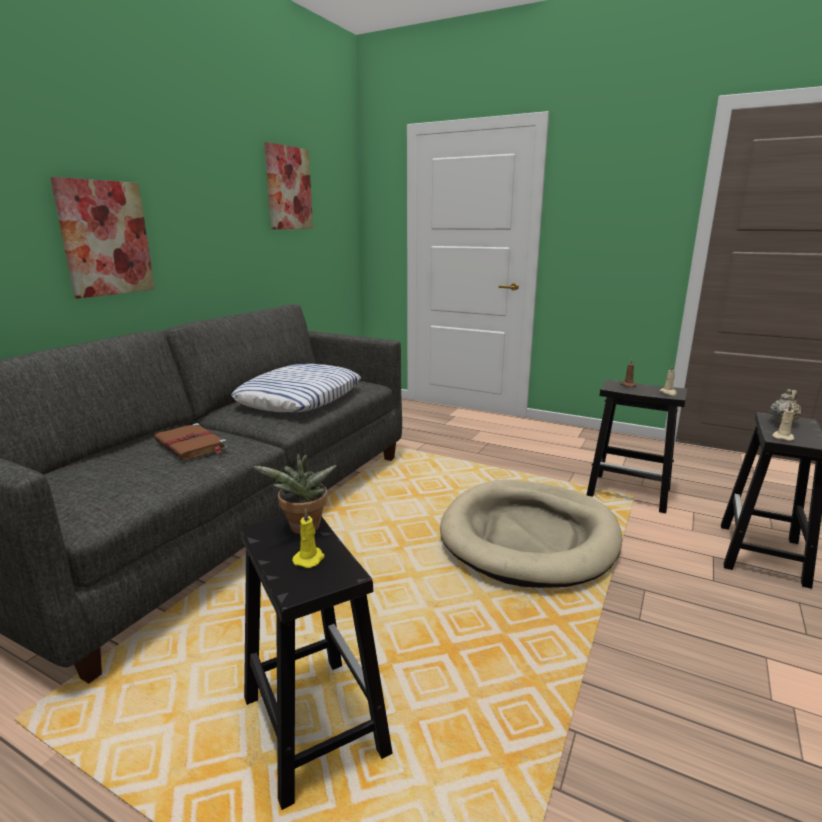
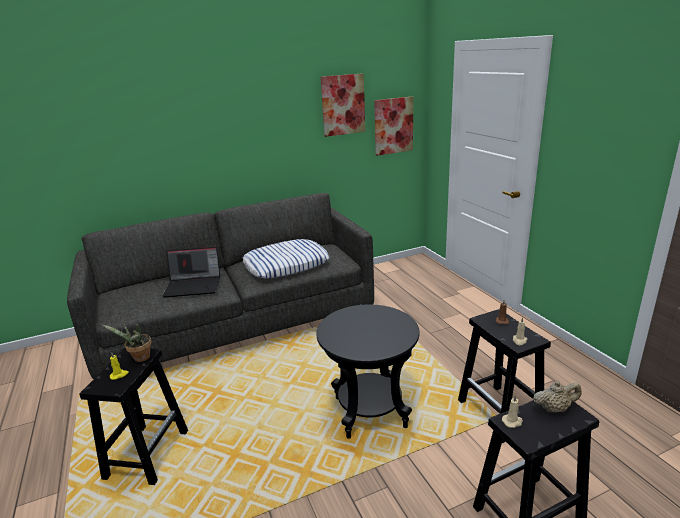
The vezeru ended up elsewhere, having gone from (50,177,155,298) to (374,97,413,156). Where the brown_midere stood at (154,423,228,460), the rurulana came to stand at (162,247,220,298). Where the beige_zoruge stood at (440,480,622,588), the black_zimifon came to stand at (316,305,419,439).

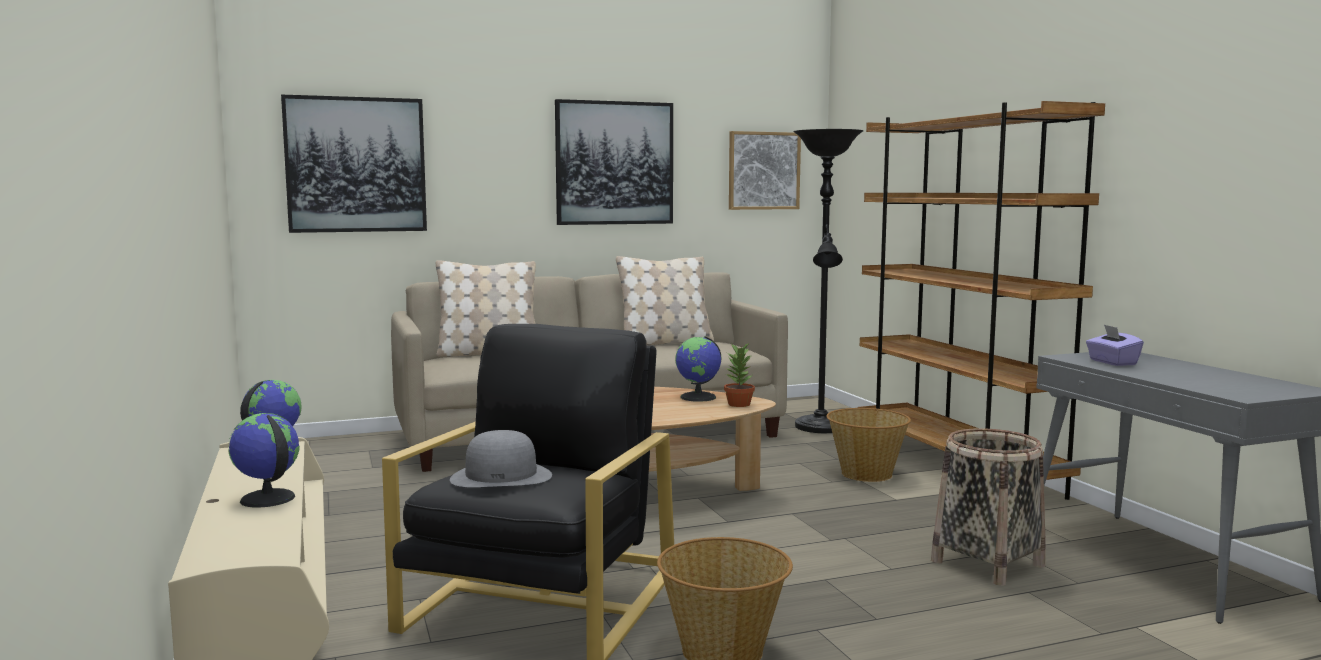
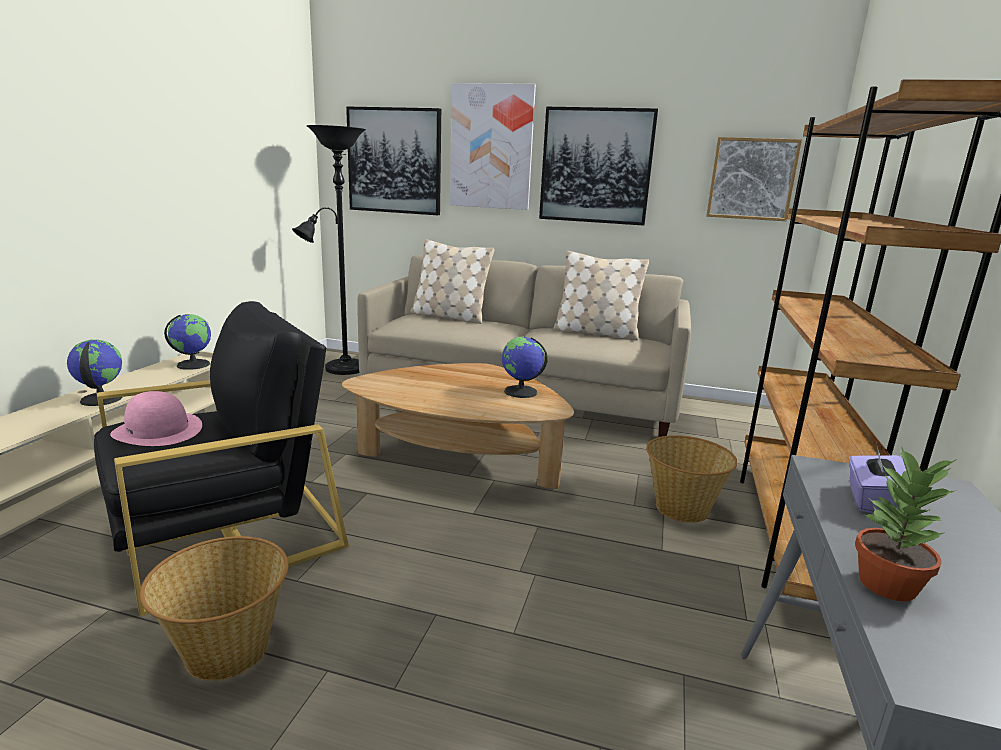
What was the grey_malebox at (450,430,552,487) turned into the pink_malebox at (110,391,202,446). The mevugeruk ended up elsewhere, having gone from (724,342,755,407) to (855,448,957,602). The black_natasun ended up elsewhere, having gone from (793,129,863,433) to (292,125,366,375). The second view lost the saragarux at (931,428,1046,586). The second view gained the vezeru at (450,83,536,210).

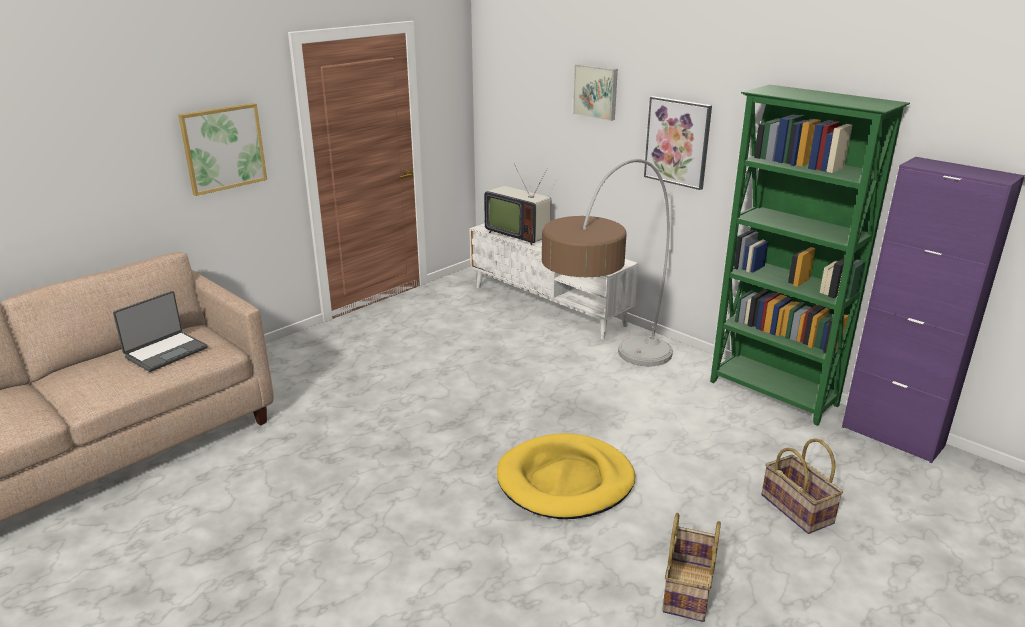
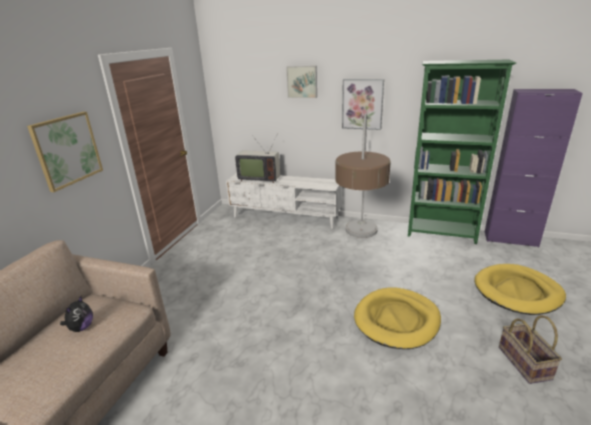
Where the rurulana stood at (113,291,208,372), the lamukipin came to stand at (60,296,93,332). Where the saragarux stood at (761,438,843,534), the yellow_zoruge came to stand at (475,264,566,315).

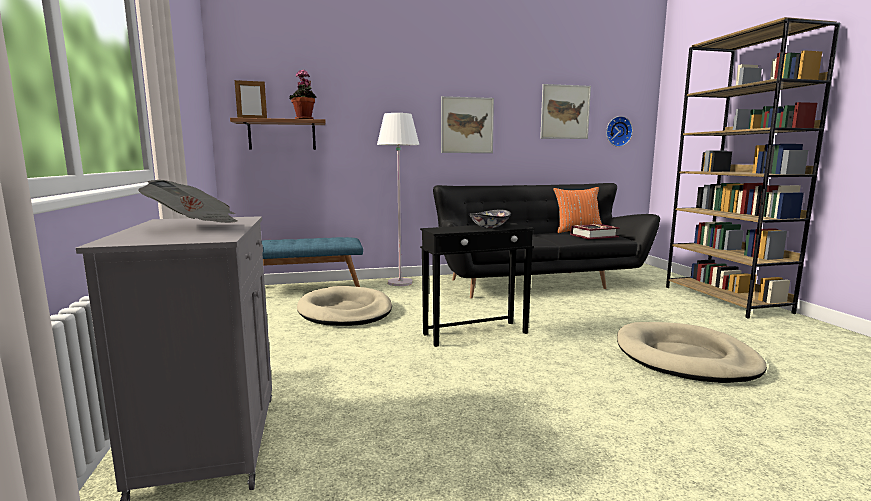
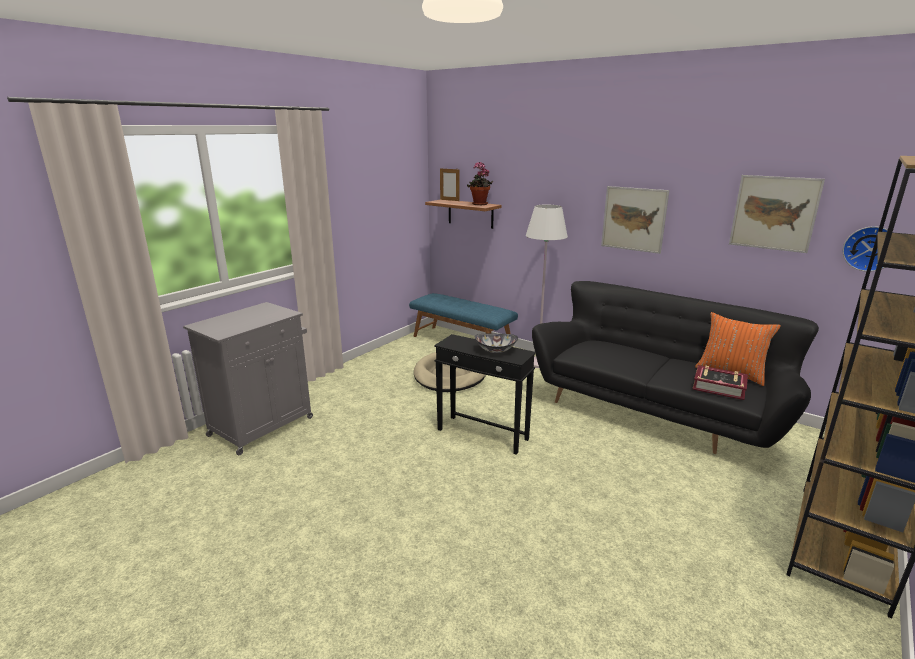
The second view lost the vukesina at (138,180,238,223). The second view lost the beige_zoruge at (617,322,767,383).

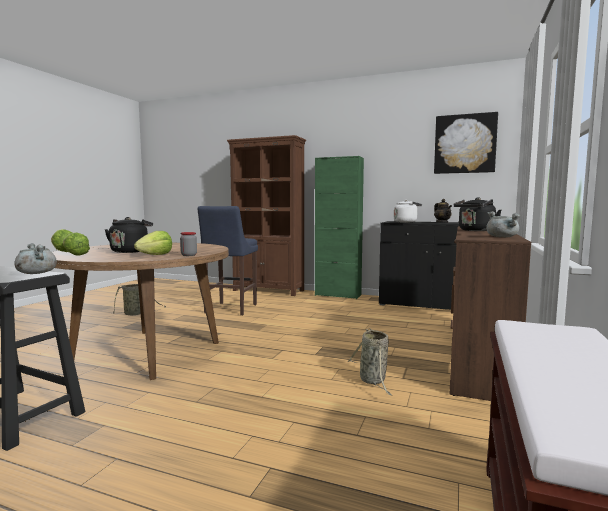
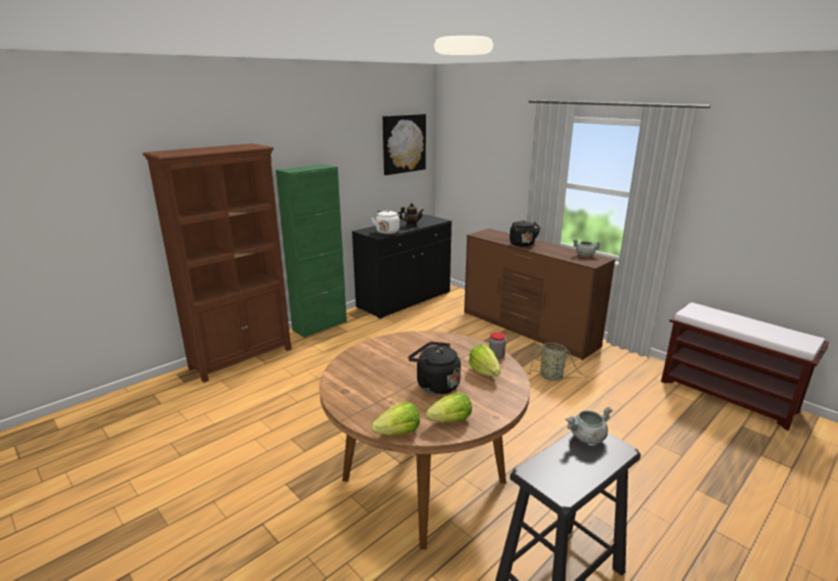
The second view lost the saragarux at (113,284,166,315). The second view lost the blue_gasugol at (198,206,258,315).

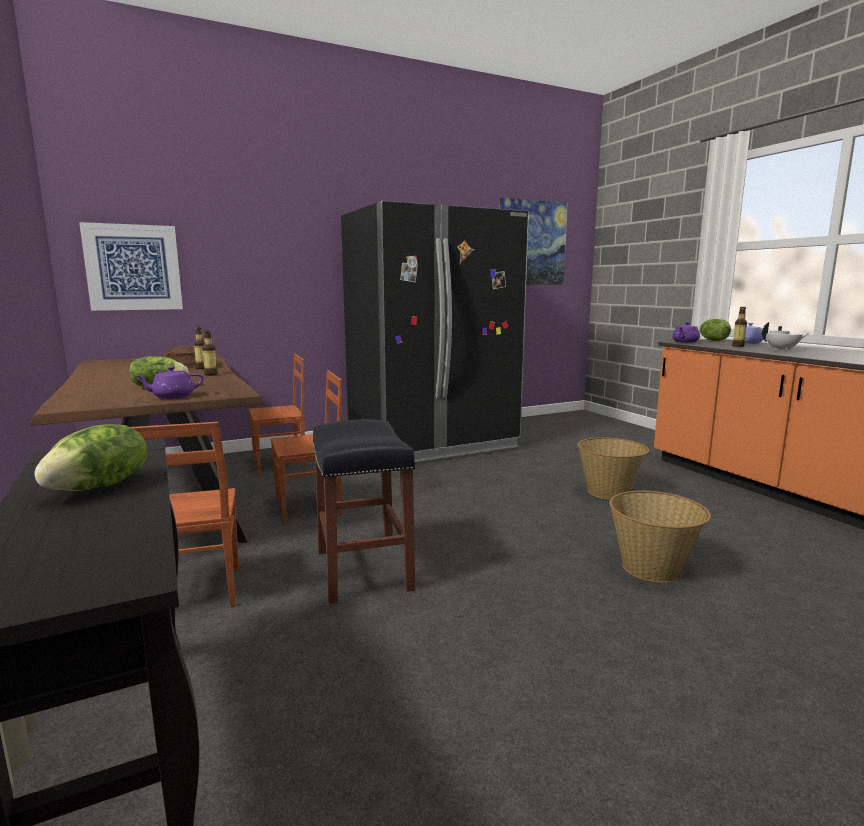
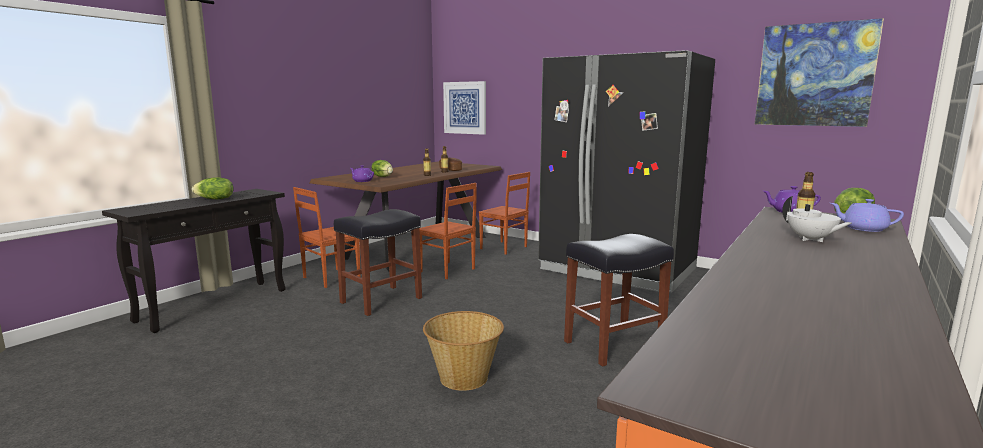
Where the saragarux stood at (577,437,649,500), the black_gasugol came to stand at (564,234,674,367).

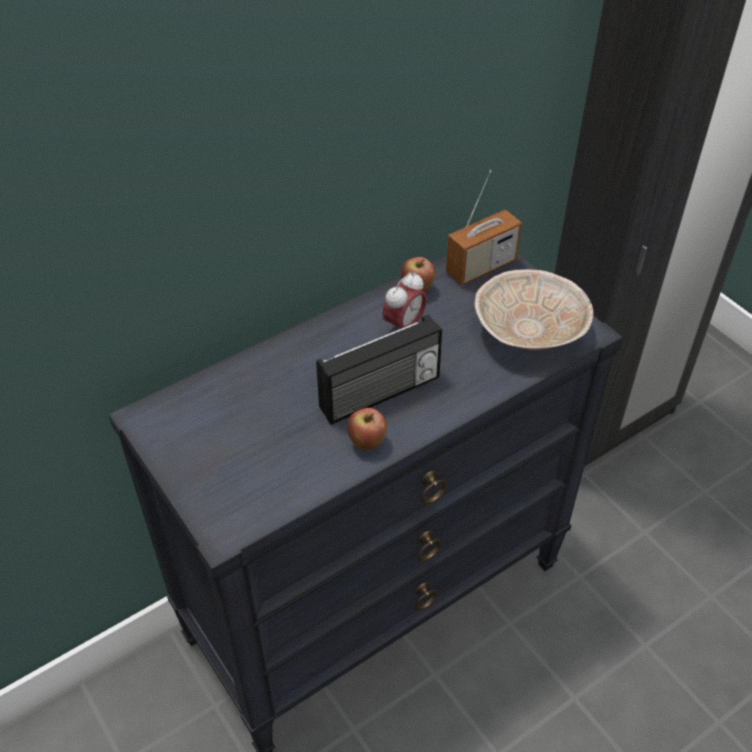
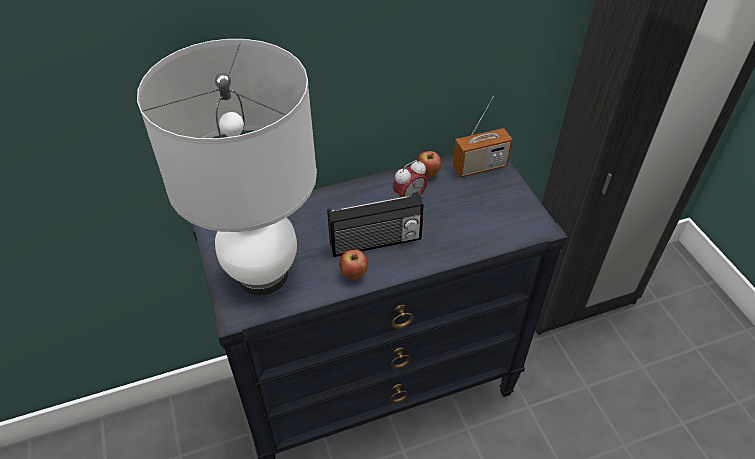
The second view lost the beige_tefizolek at (475,269,593,350). The second view gained the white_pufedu at (137,39,317,295).

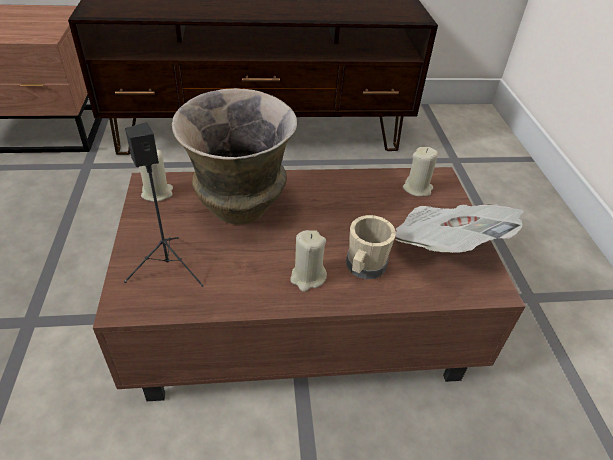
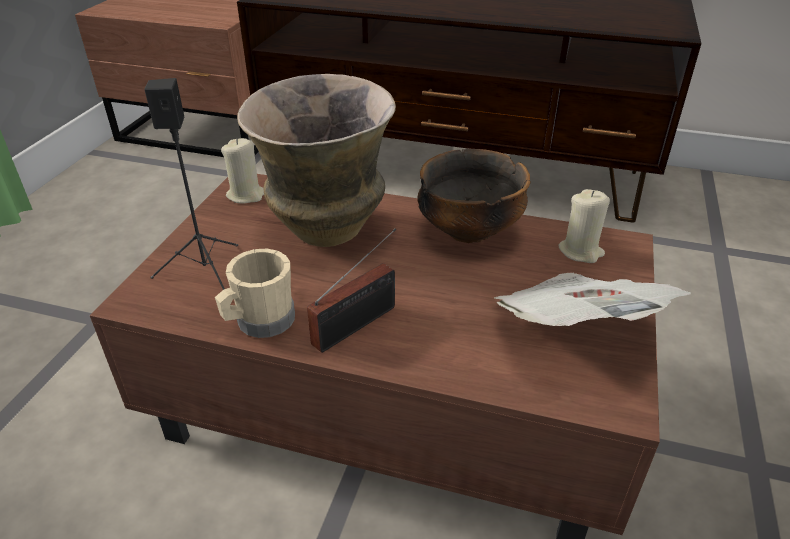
Where the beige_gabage stood at (290,230,327,292), the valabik came to stand at (307,229,396,353). The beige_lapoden ended up elsewhere, having gone from (346,215,396,279) to (215,249,295,338). The second view gained the tefizolek at (417,149,531,243).

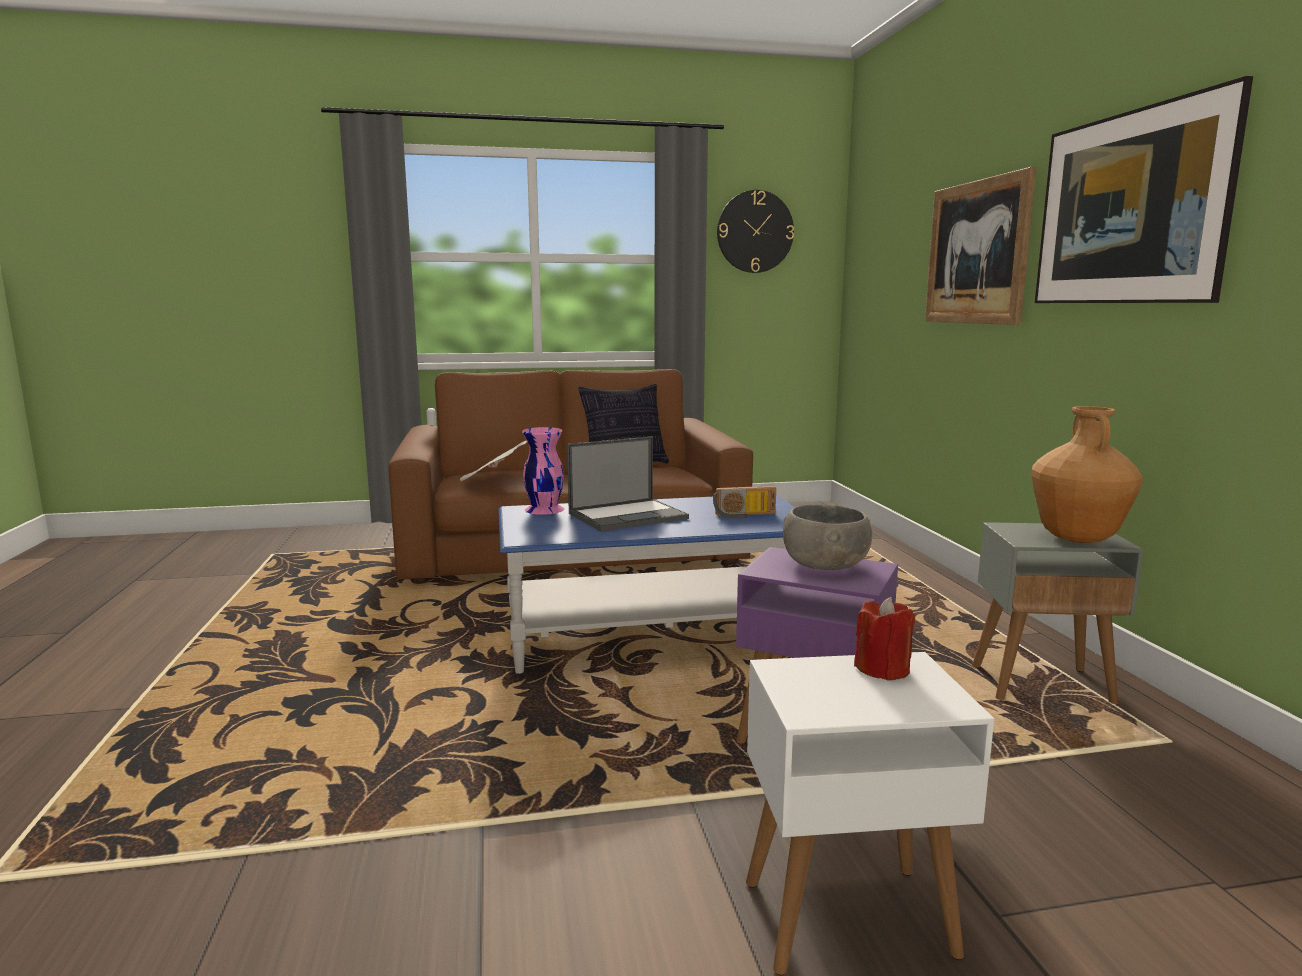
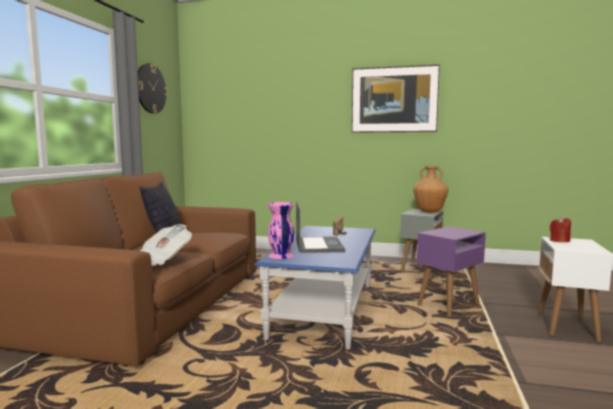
The second view lost the grey_tefizolek at (783,504,872,570). The second view lost the vezeru at (925,167,1036,325).

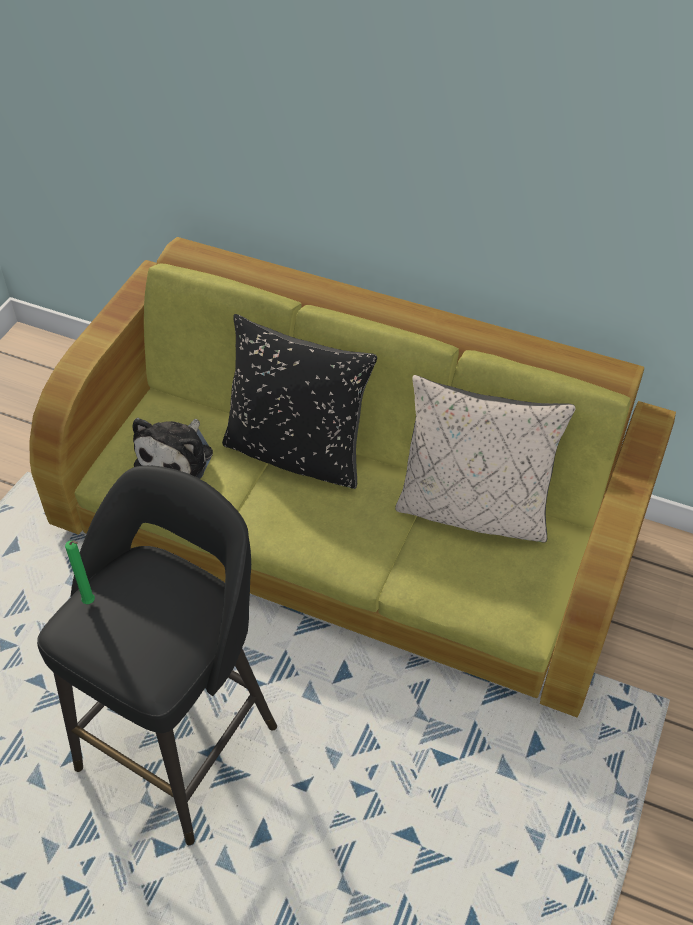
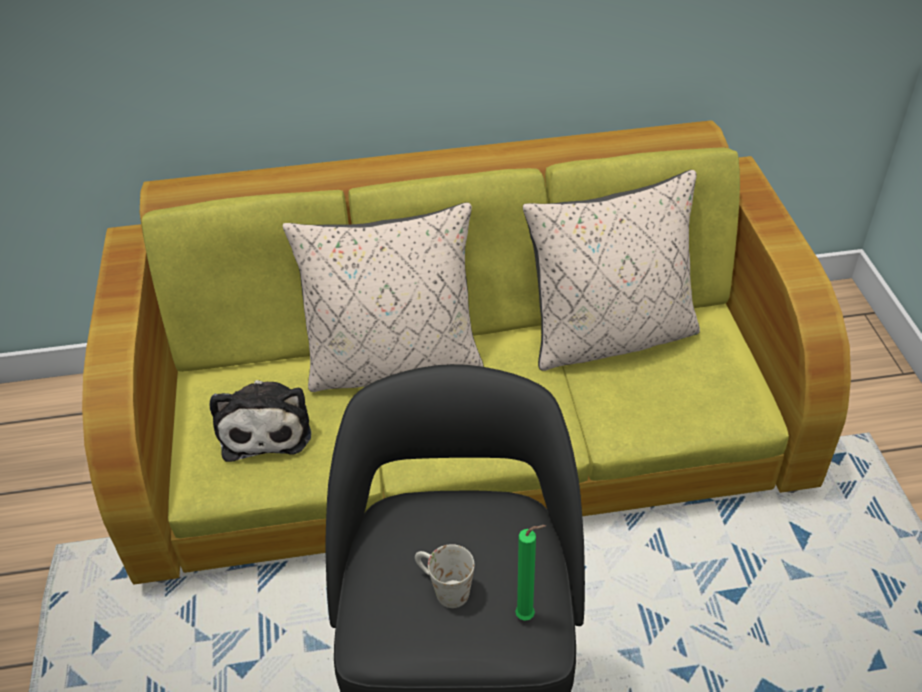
The green_gabage ended up elsewhere, having gone from (65,540,95,604) to (515,525,546,621). What was the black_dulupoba at (222,314,377,489) turned into the beige_dulupoba at (283,202,484,392). The second view gained the white_lapoden at (415,544,474,608).

